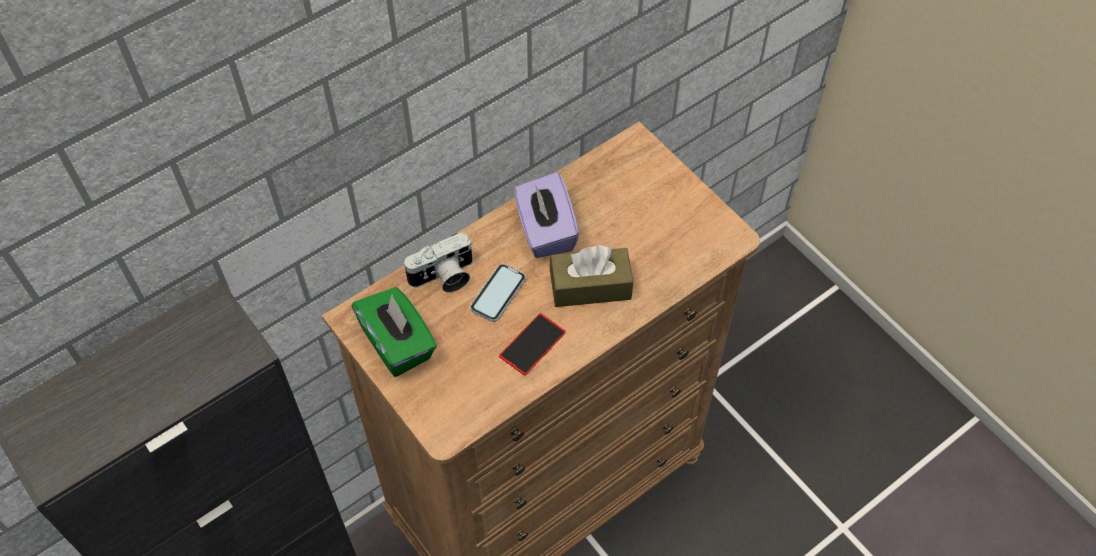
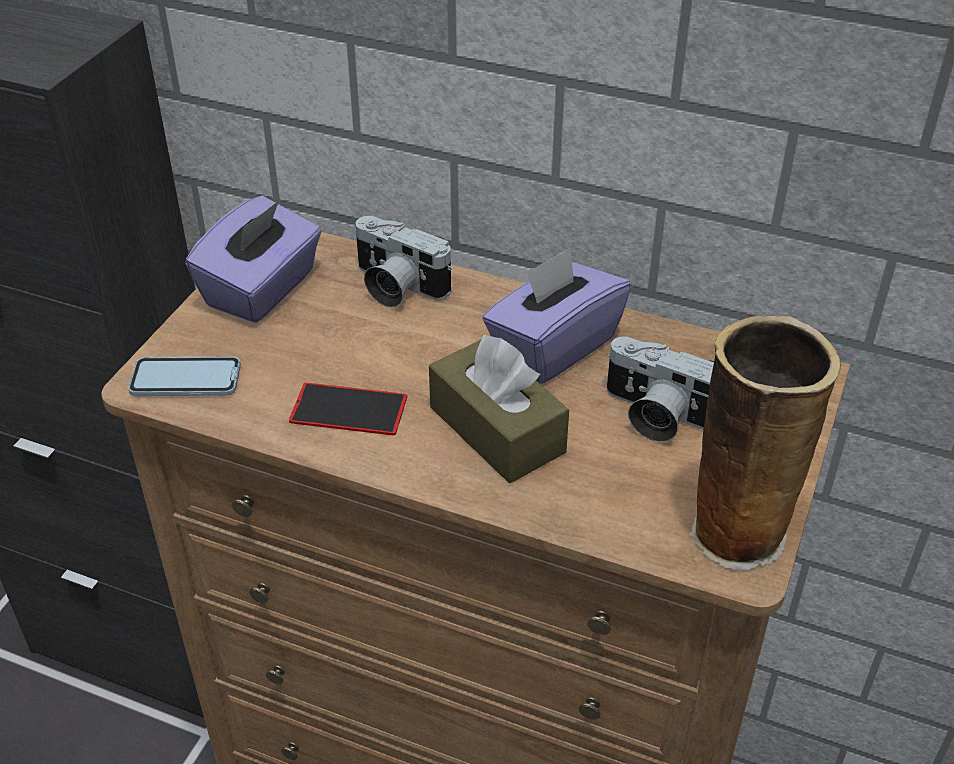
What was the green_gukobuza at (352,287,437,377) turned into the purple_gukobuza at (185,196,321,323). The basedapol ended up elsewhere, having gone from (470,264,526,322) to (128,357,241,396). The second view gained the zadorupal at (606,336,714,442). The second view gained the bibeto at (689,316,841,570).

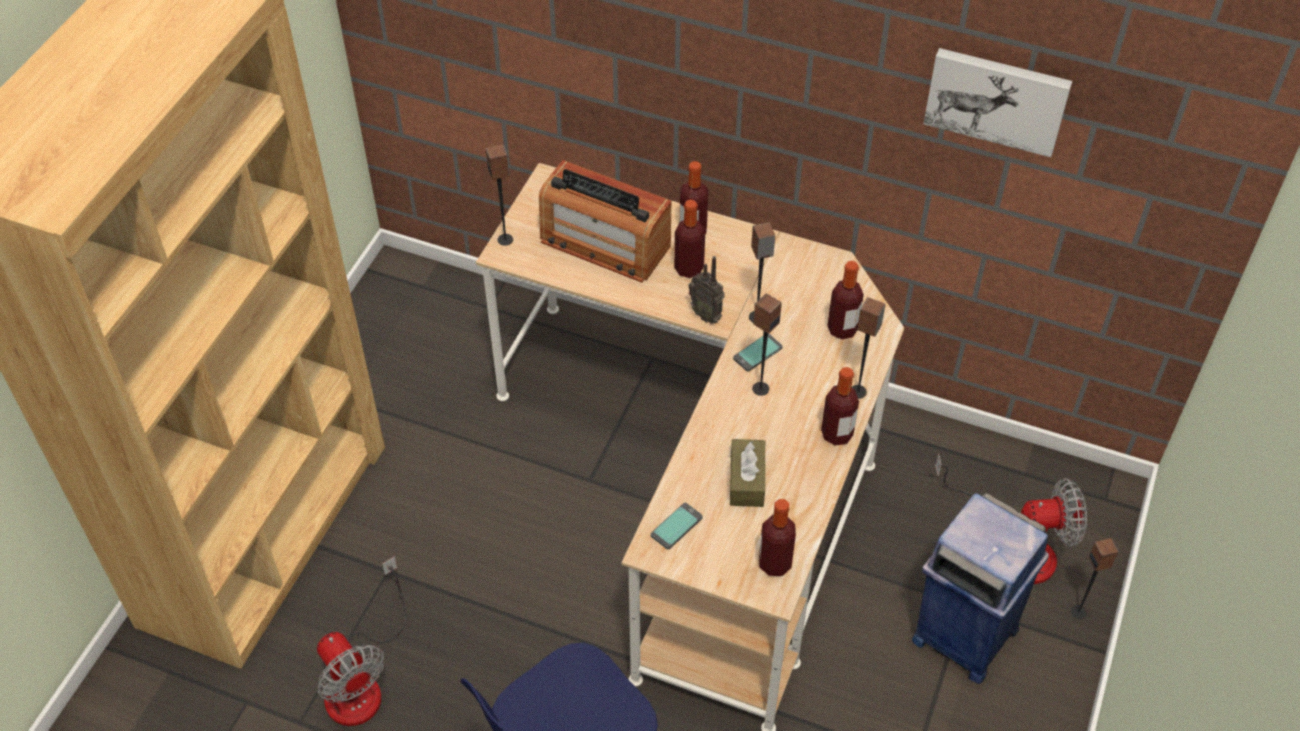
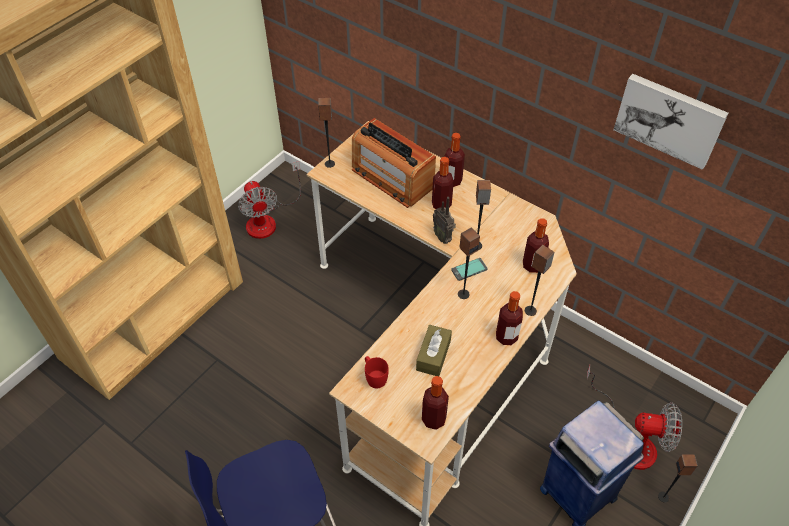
The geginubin ended up elsewhere, having gone from (317,556,407,726) to (238,161,301,239). Where the basedapol stood at (651,503,703,550), the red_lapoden came to stand at (365,356,389,388).

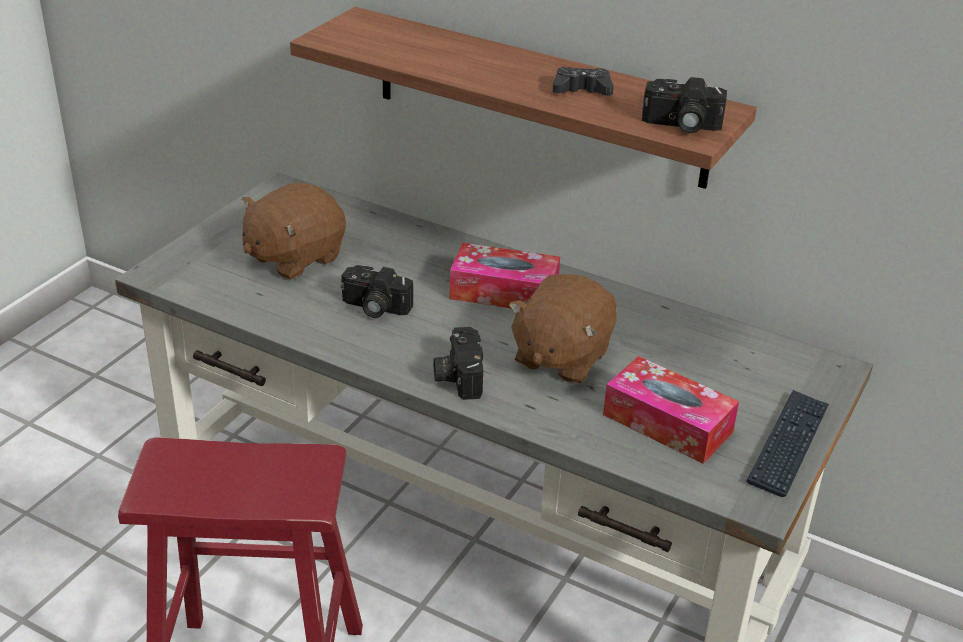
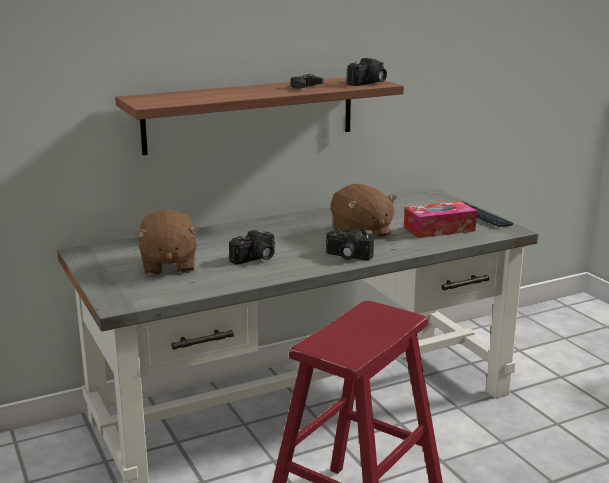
The second view lost the gukobuza at (450,243,560,309).

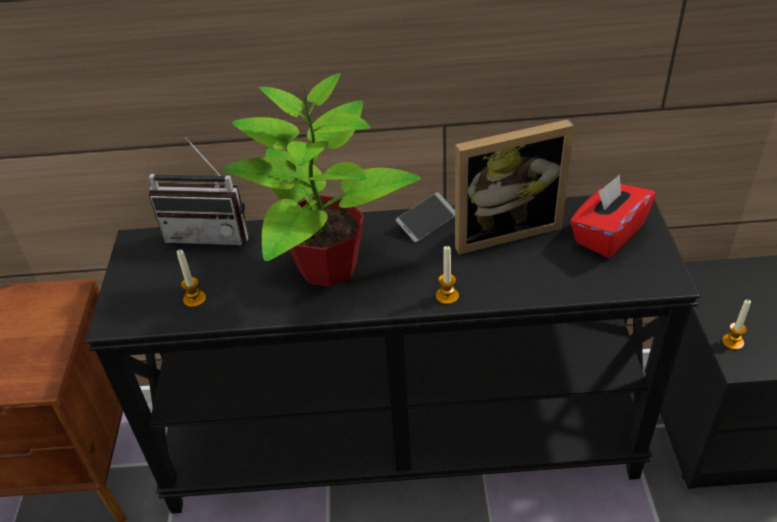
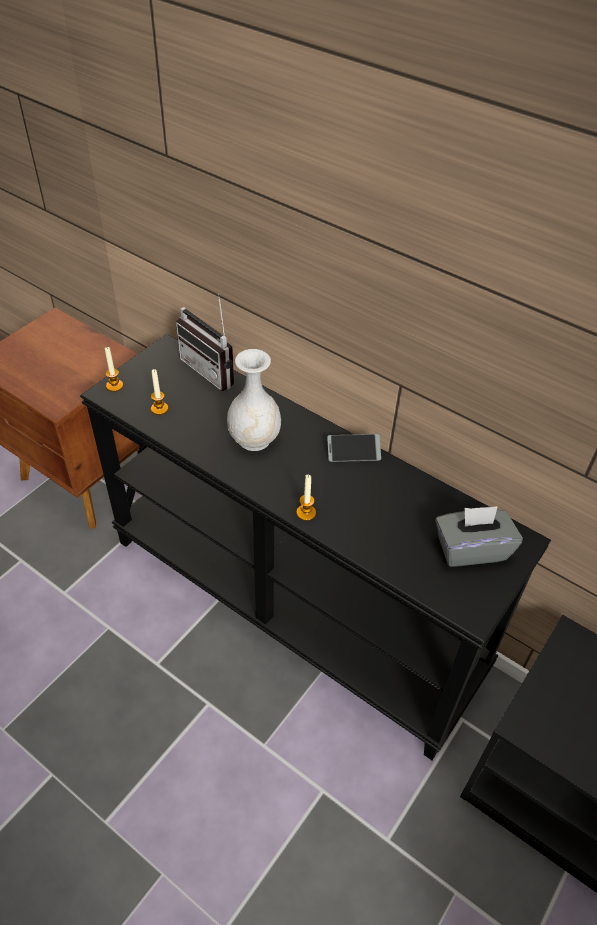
Where the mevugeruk stood at (222,73,421,287), the white_bibeto came to stand at (227,349,281,451). The second view lost the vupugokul at (455,119,575,254). What was the red_gukobuza at (570,174,656,258) turned into the grey_gukobuza at (435,506,523,567). The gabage ended up elsewhere, having gone from (722,299,751,350) to (105,347,123,392).

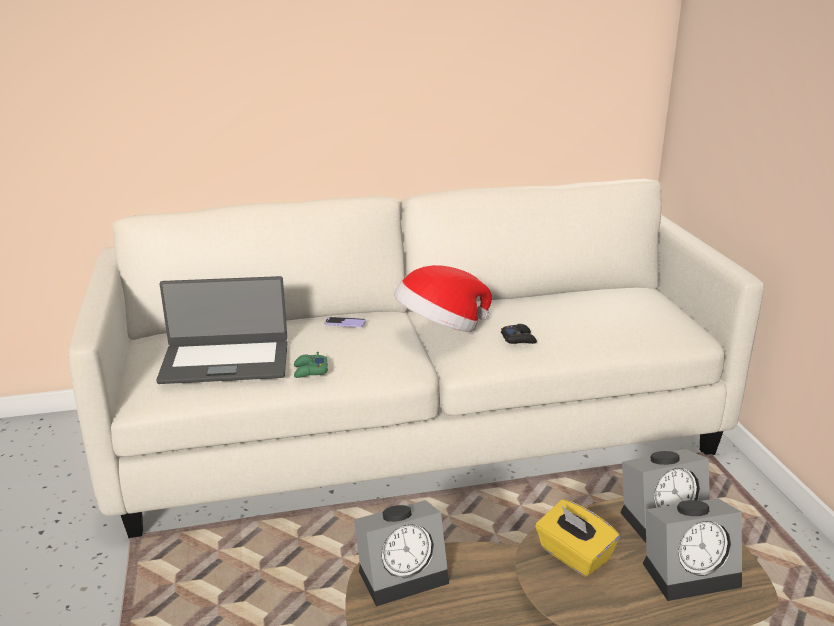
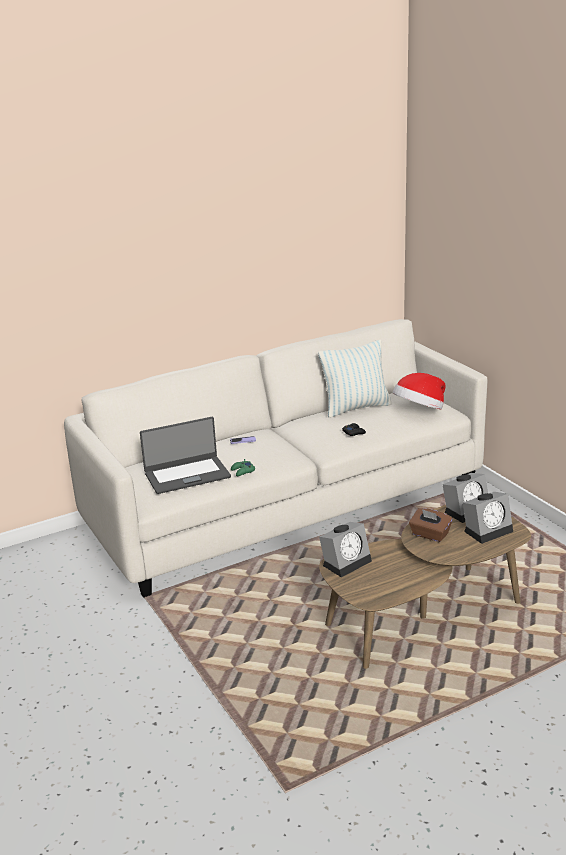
The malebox ended up elsewhere, having gone from (394,265,492,332) to (393,373,446,409). What was the yellow_gukobuza at (535,499,620,577) turned into the brown_gukobuza at (409,508,453,542). The second view gained the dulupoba at (318,340,392,418).

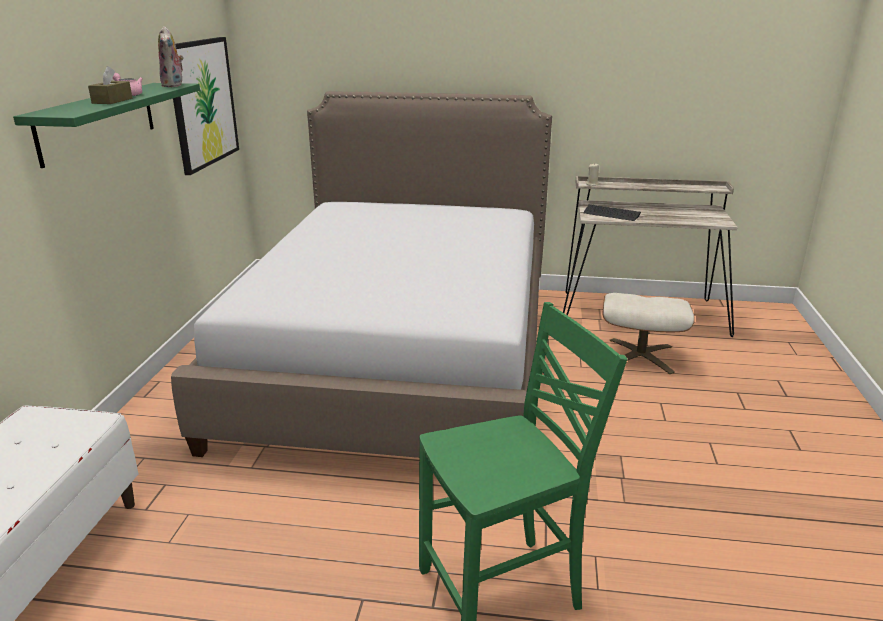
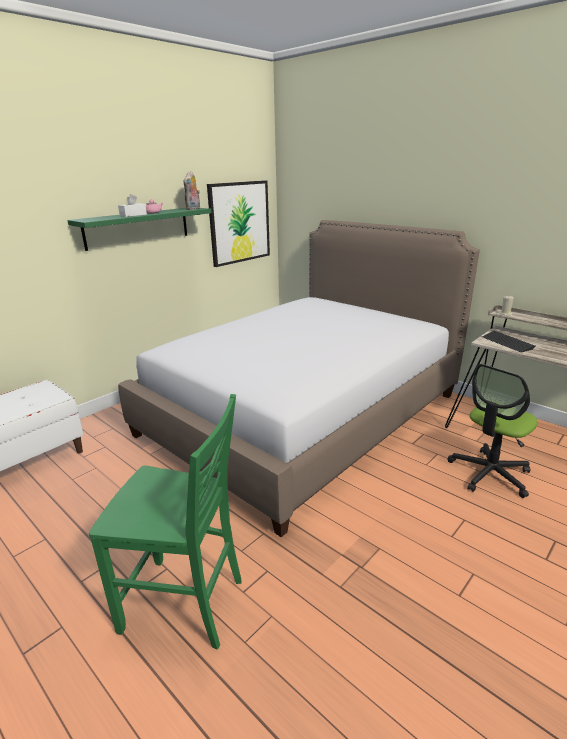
What was the brown_gukobuza at (88,66,132,104) turned into the white_gukobuza at (118,194,147,217). Where the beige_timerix stood at (602,293,695,374), the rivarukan came to stand at (448,364,538,498).

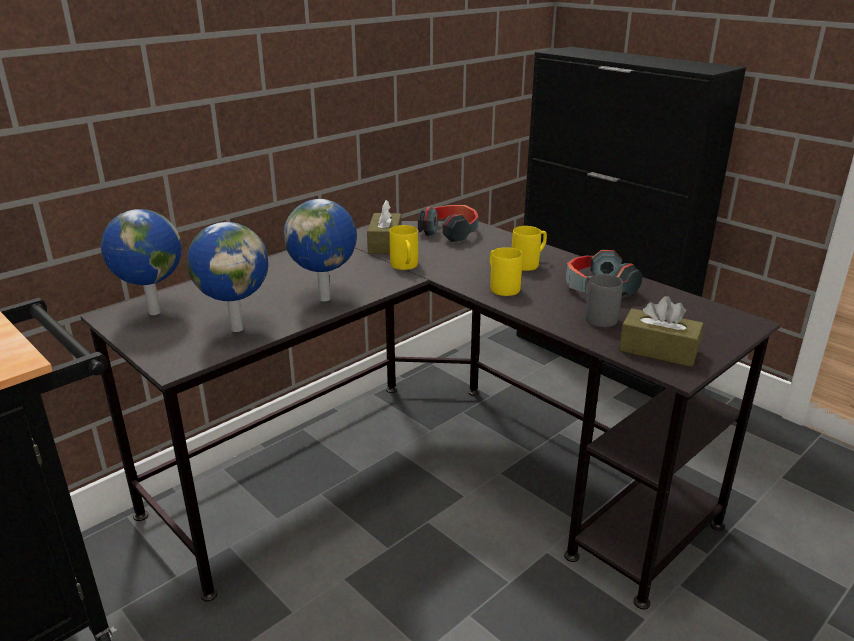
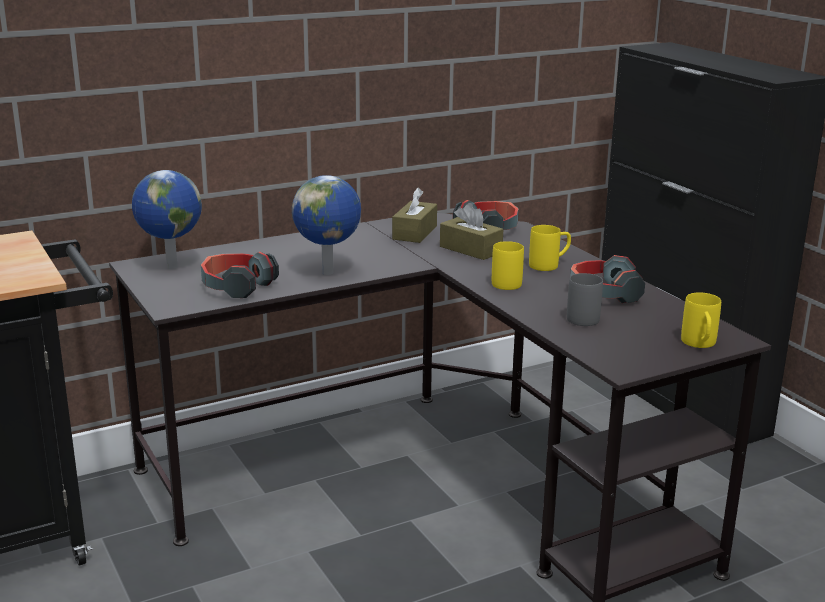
Where the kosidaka stood at (187,222,269,332), the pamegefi came to stand at (201,252,279,298). The yellow_lapoden ended up elsewhere, having gone from (389,225,418,270) to (681,293,721,348). The brown_gukobuza ended up elsewhere, having gone from (619,296,704,367) to (440,203,503,260).

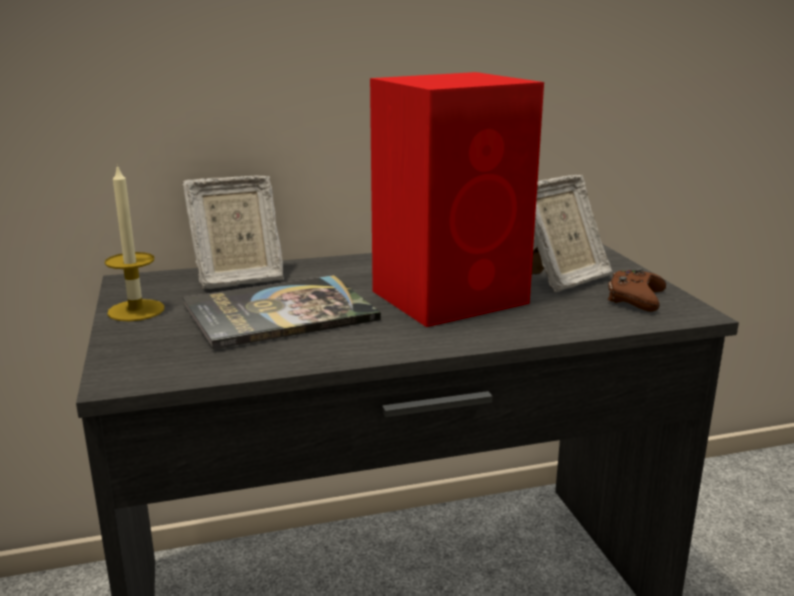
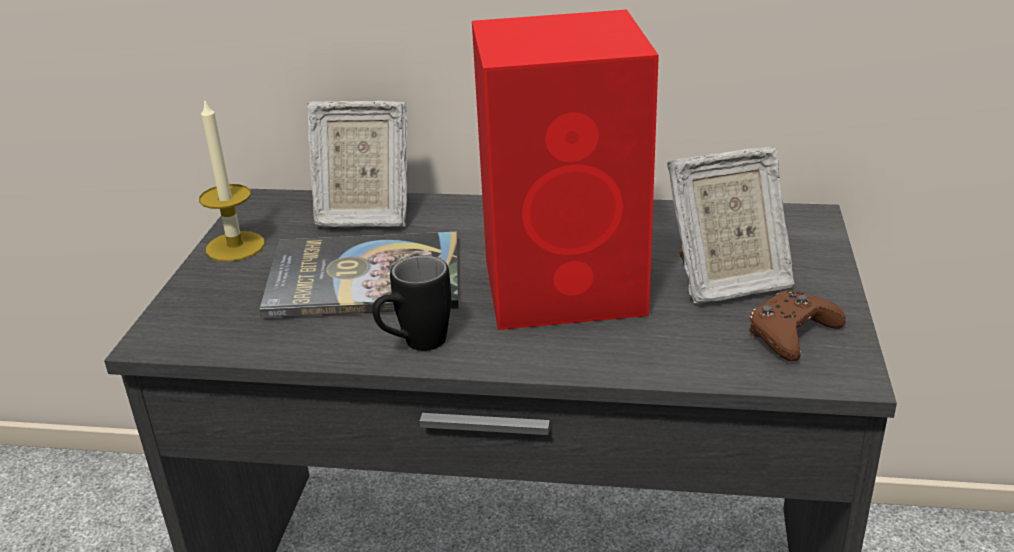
The second view gained the black_lapoden at (372,255,451,351).

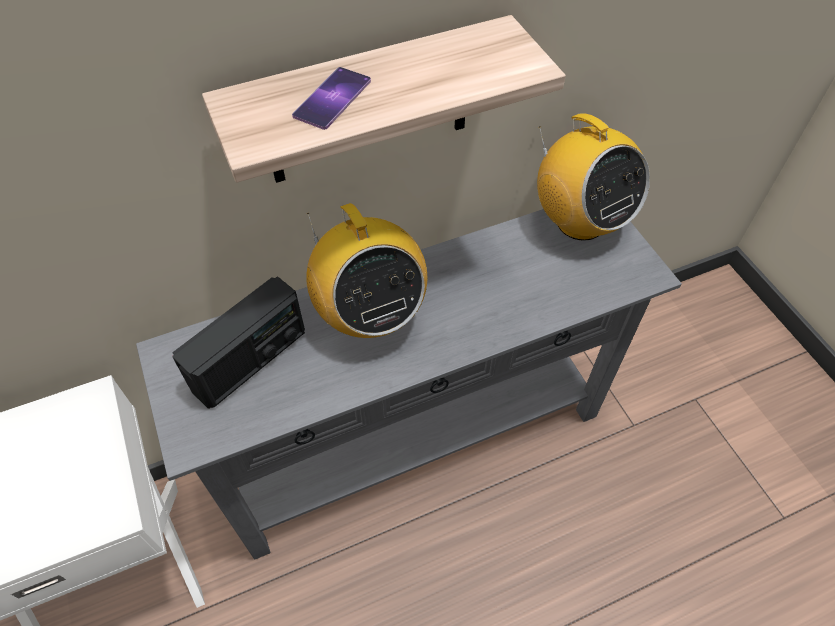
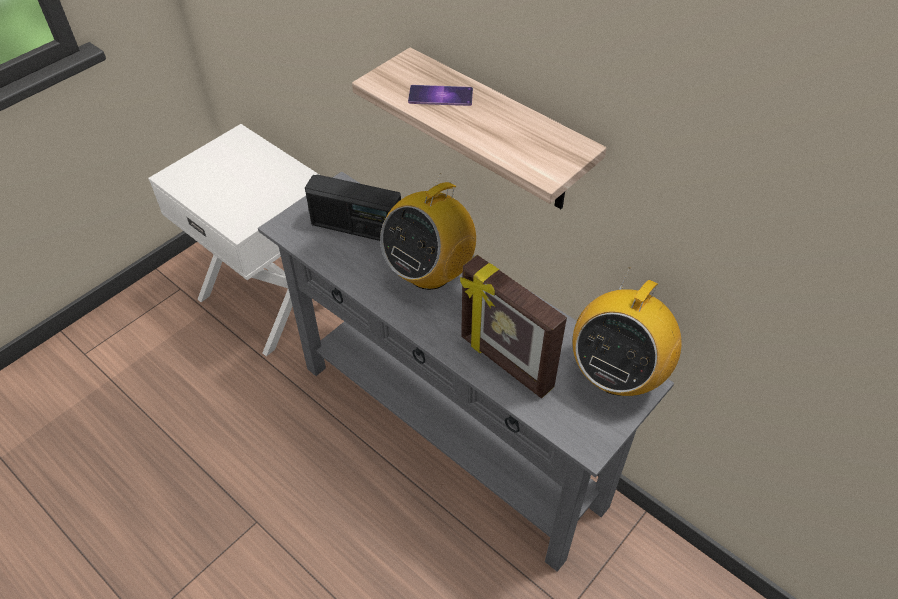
The second view gained the vupugokul at (460,255,567,398).

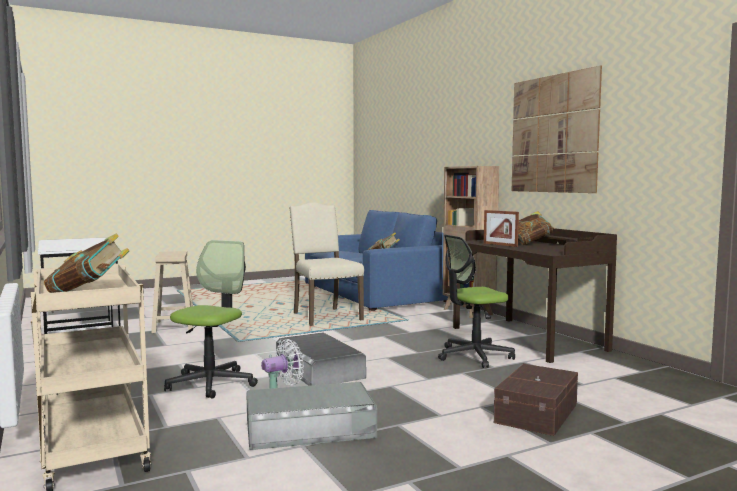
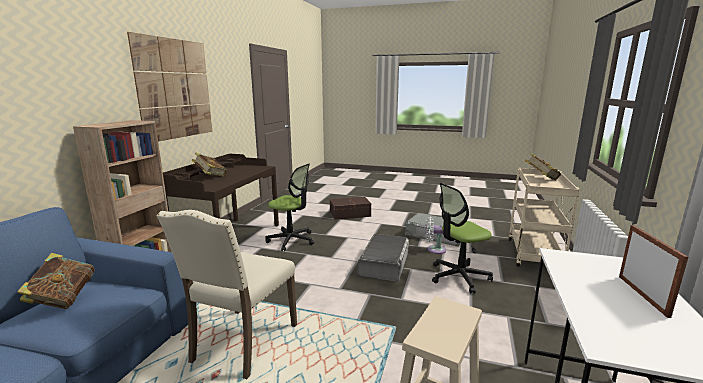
The vupugokul ended up elsewhere, having gone from (484,210,519,247) to (619,225,688,318).

